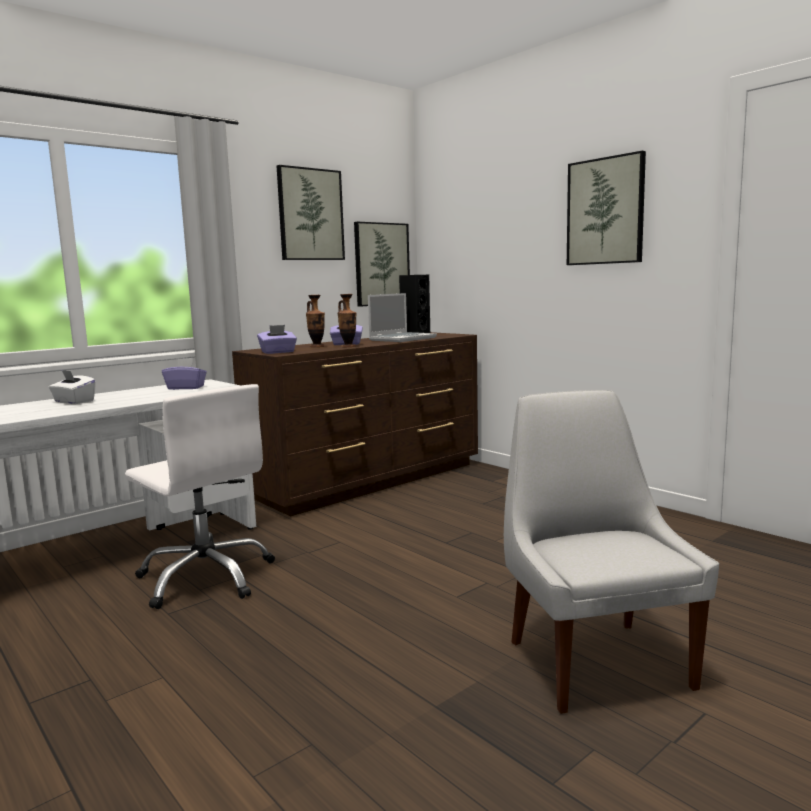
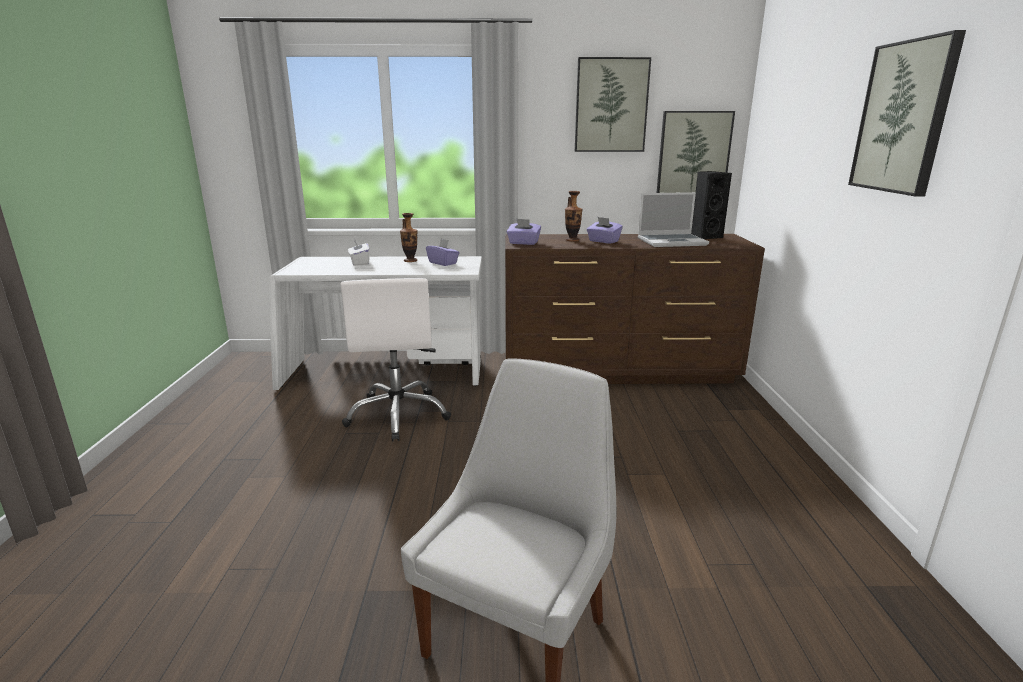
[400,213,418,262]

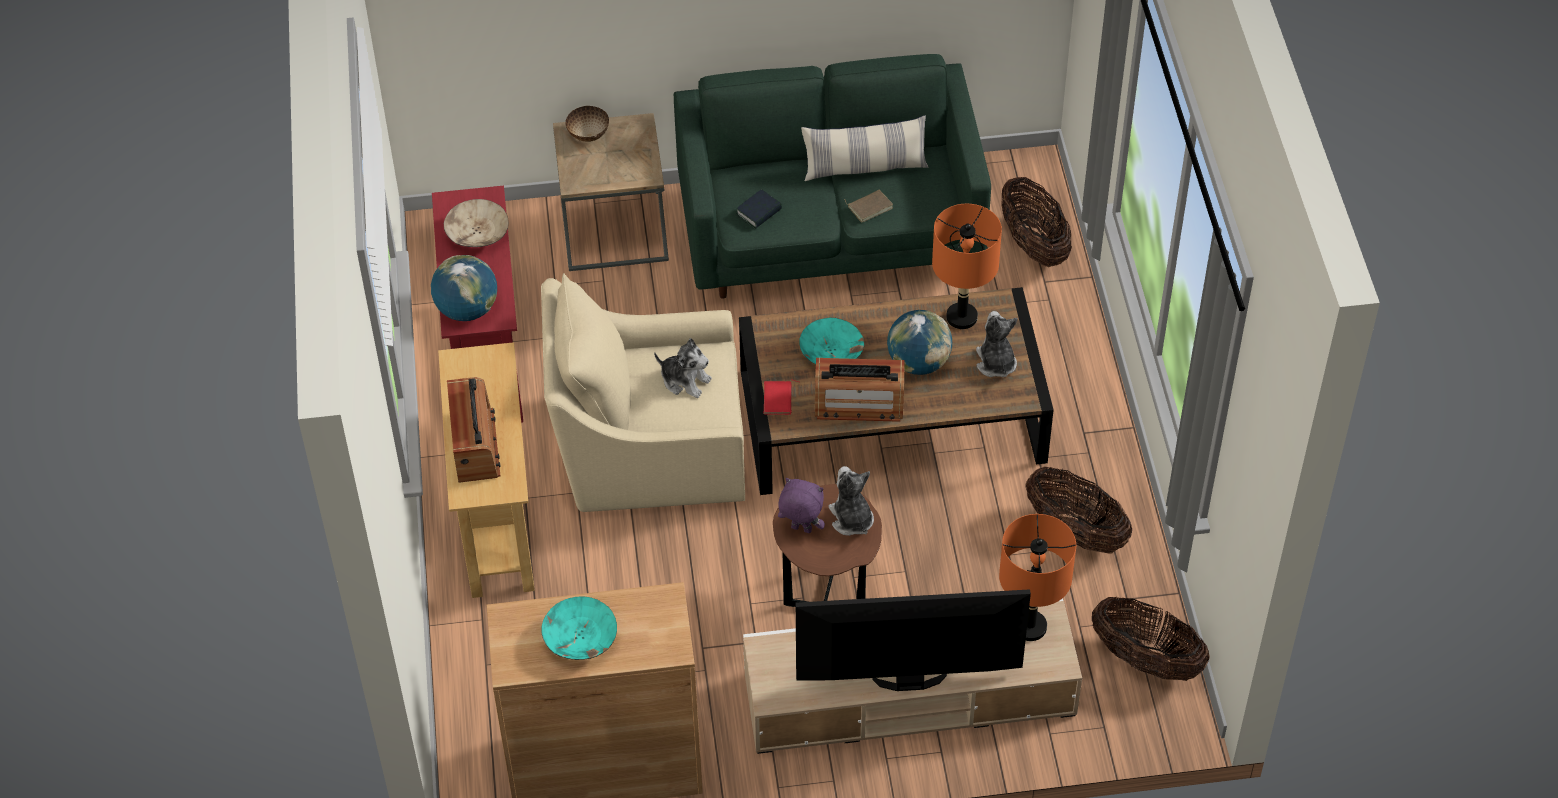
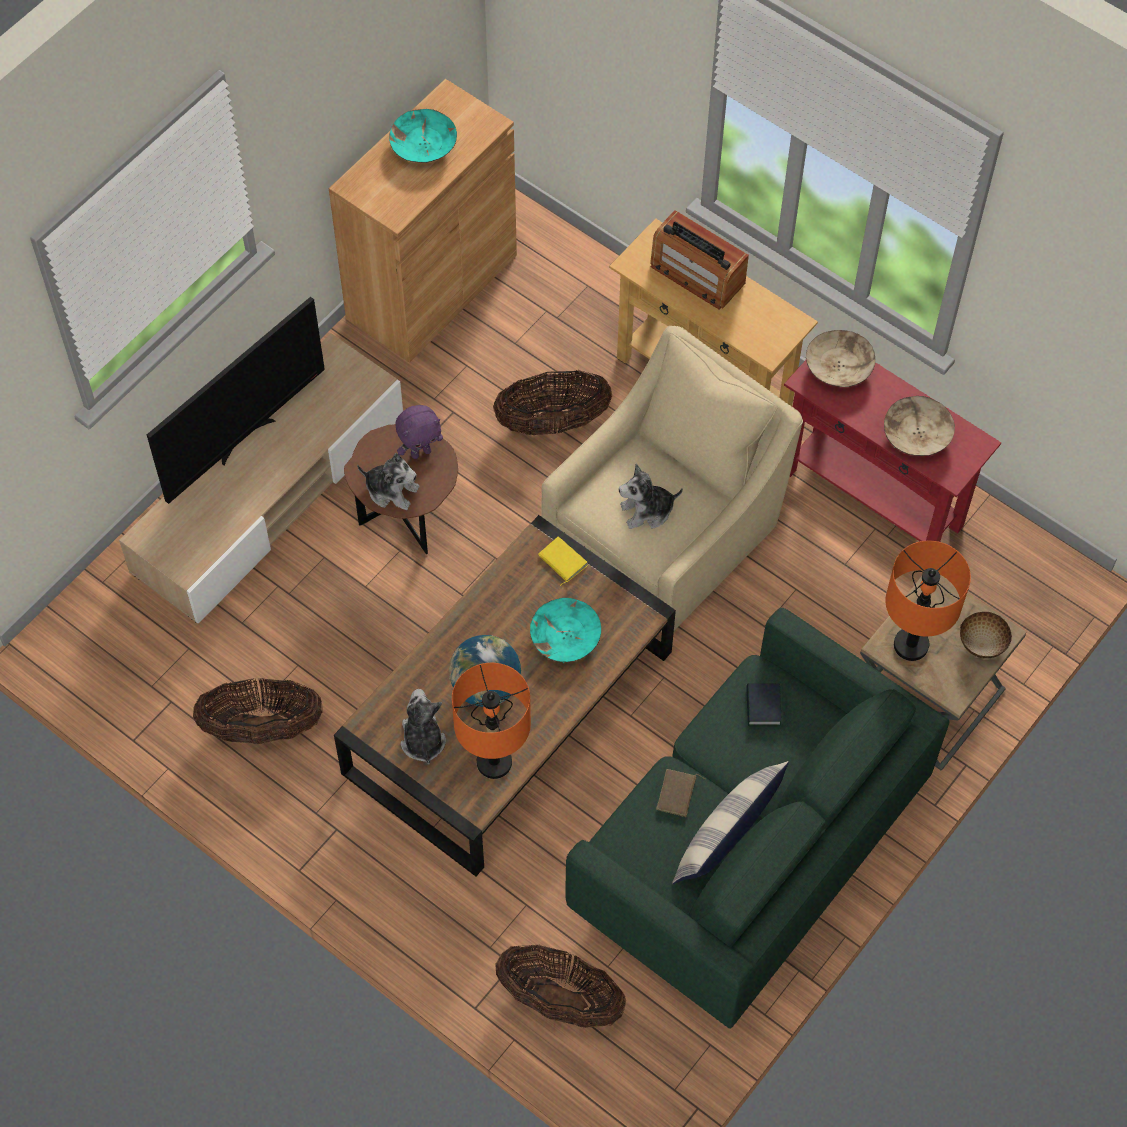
[400,689,446,765]
[493,370,612,435]
[538,537,588,586]
[806,330,875,387]
[885,541,971,661]
[815,358,905,422] (first image)

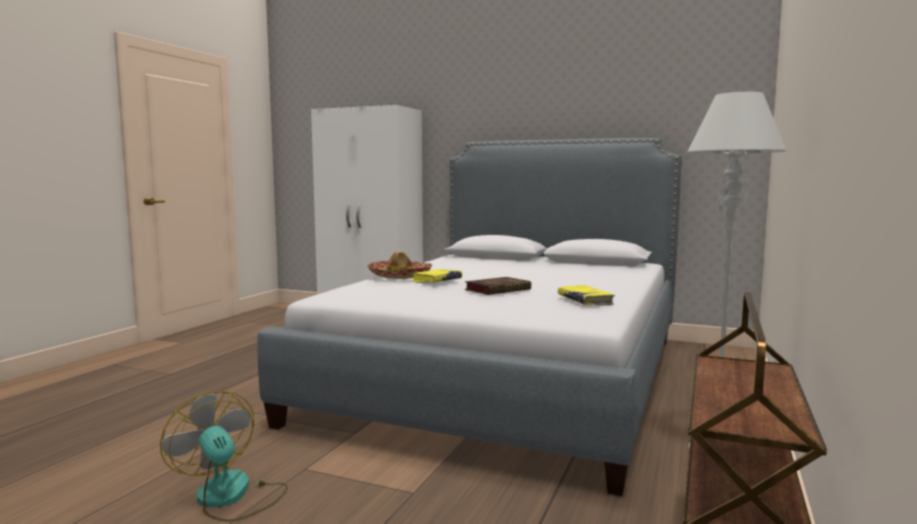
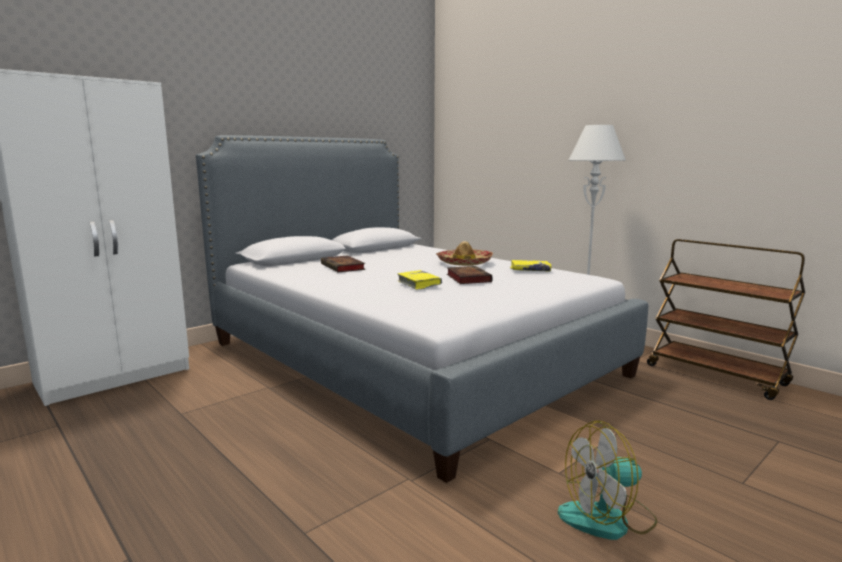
[321,256,365,272]
[436,241,493,266]

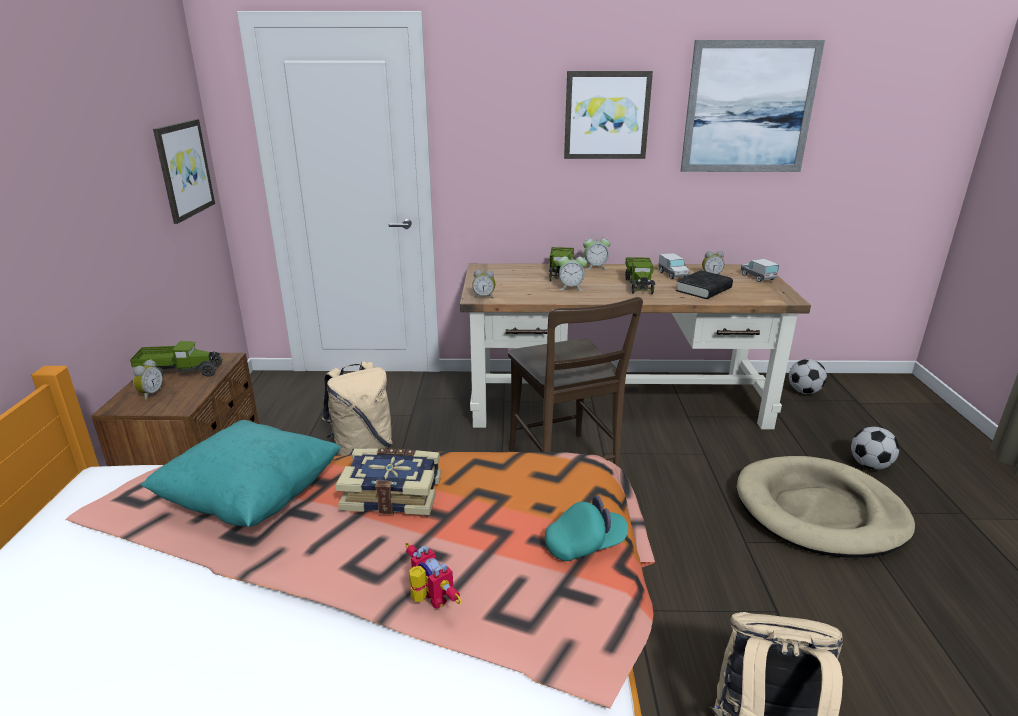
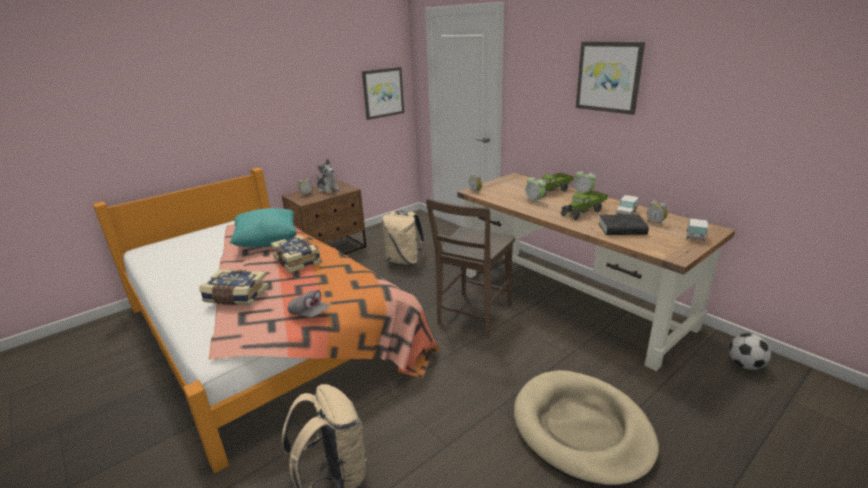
[199,269,269,305]
[287,290,330,317]
[317,159,340,194]
[681,40,825,172] (first image)
[851,426,899,470] (first image)

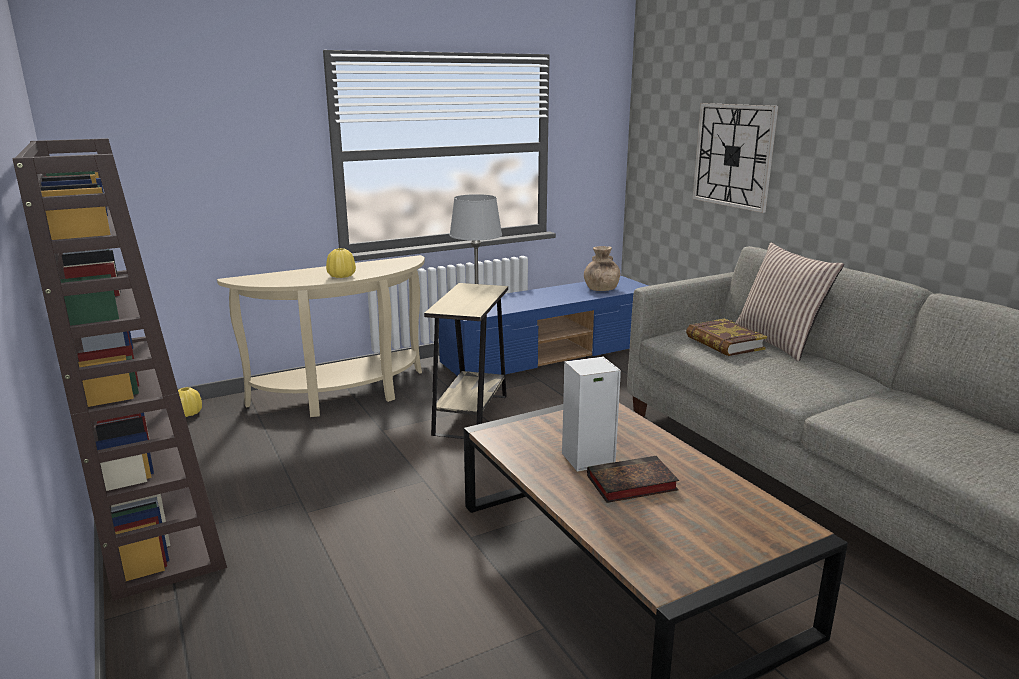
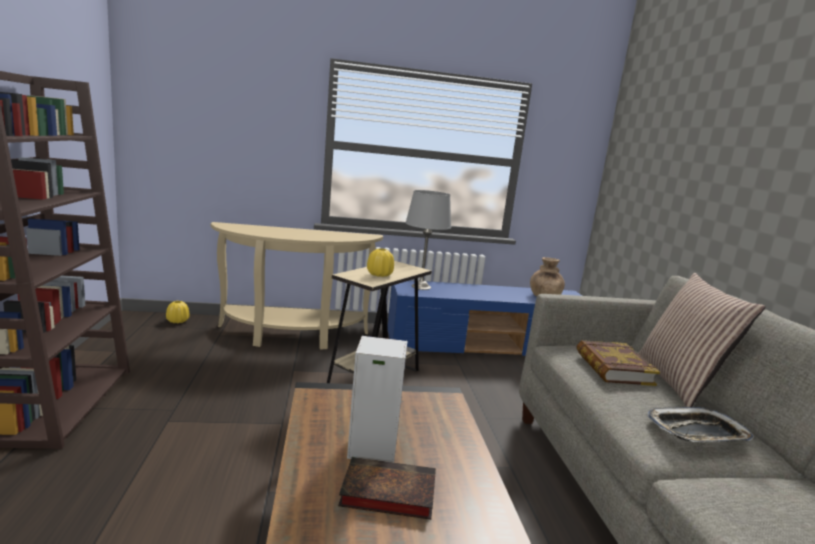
[367,248,394,277]
[647,407,754,442]
[692,103,778,213] (first image)

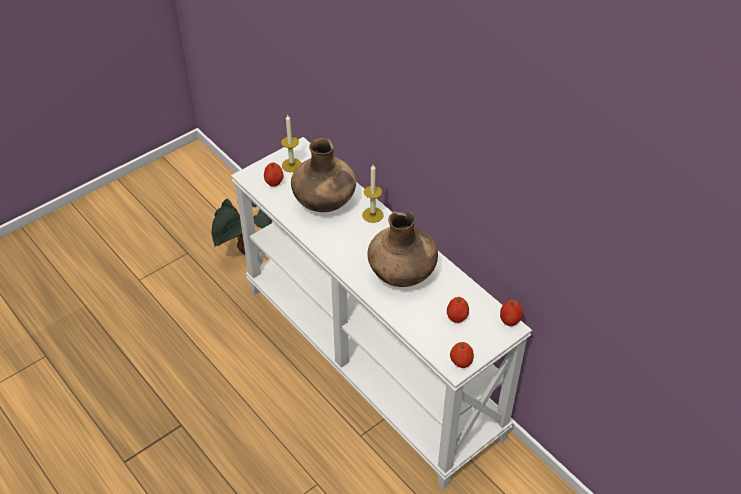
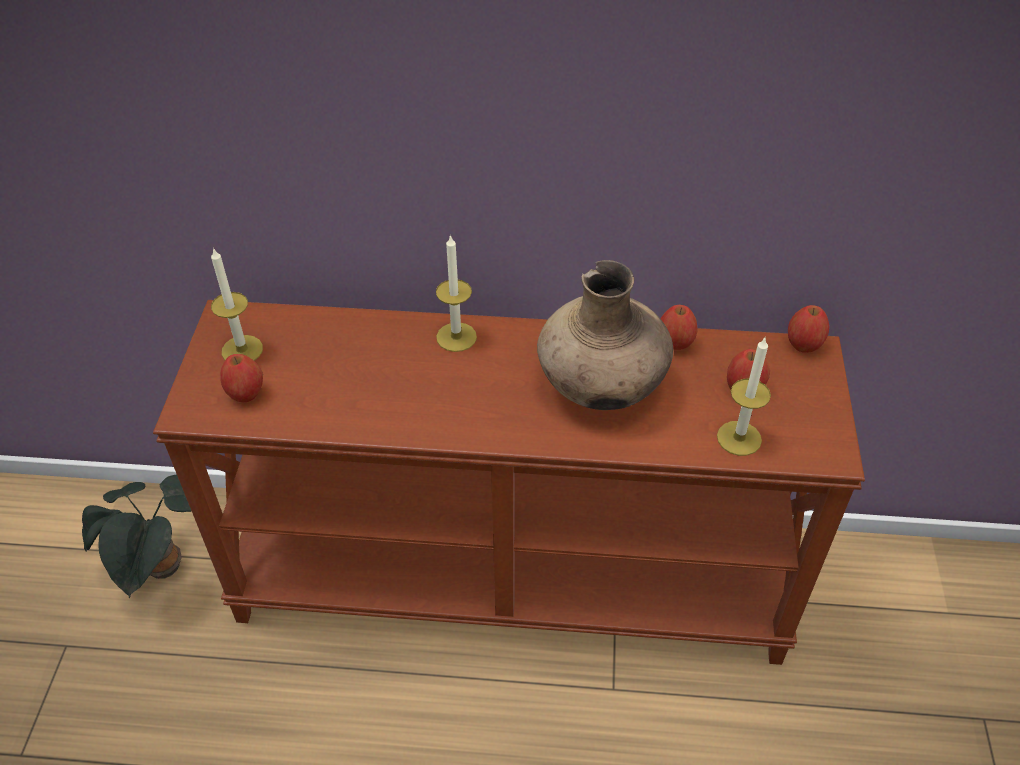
[153,300,865,665]
[660,305,698,350]
[717,338,771,456]
[291,138,356,212] (first image)

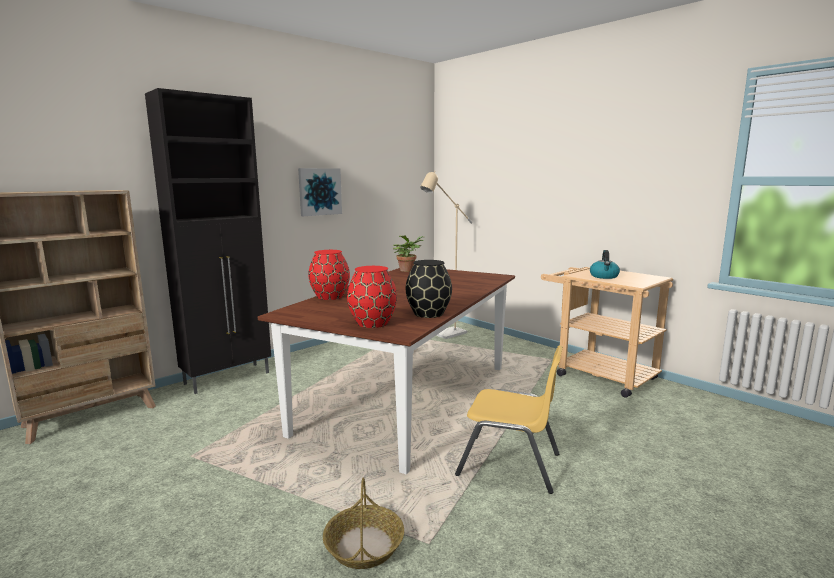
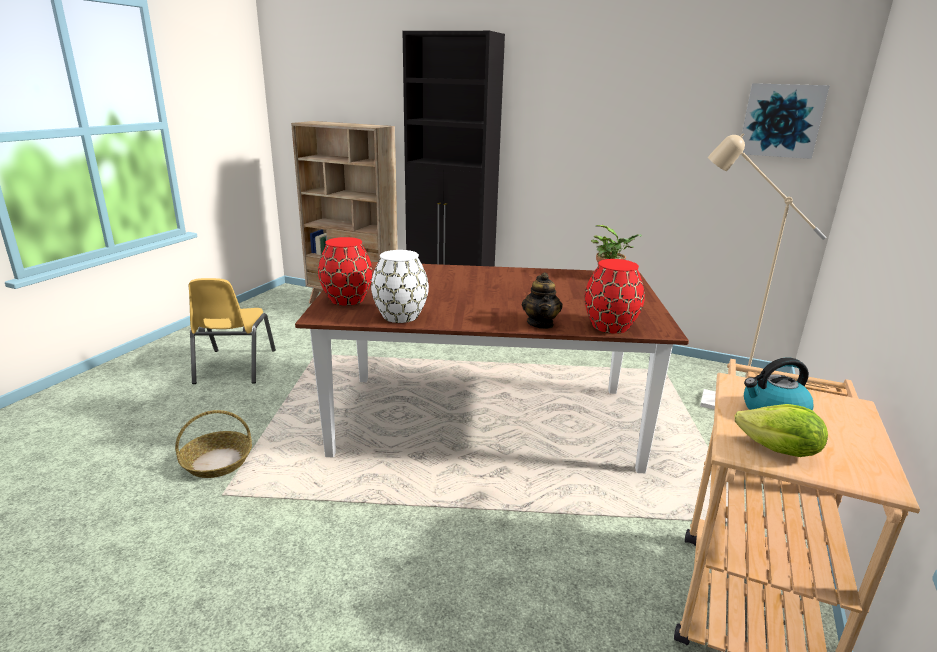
[189,278,276,384]
[371,250,429,323]
[522,272,563,329]
[585,259,645,334]
[735,404,828,457]
[742,83,830,159]

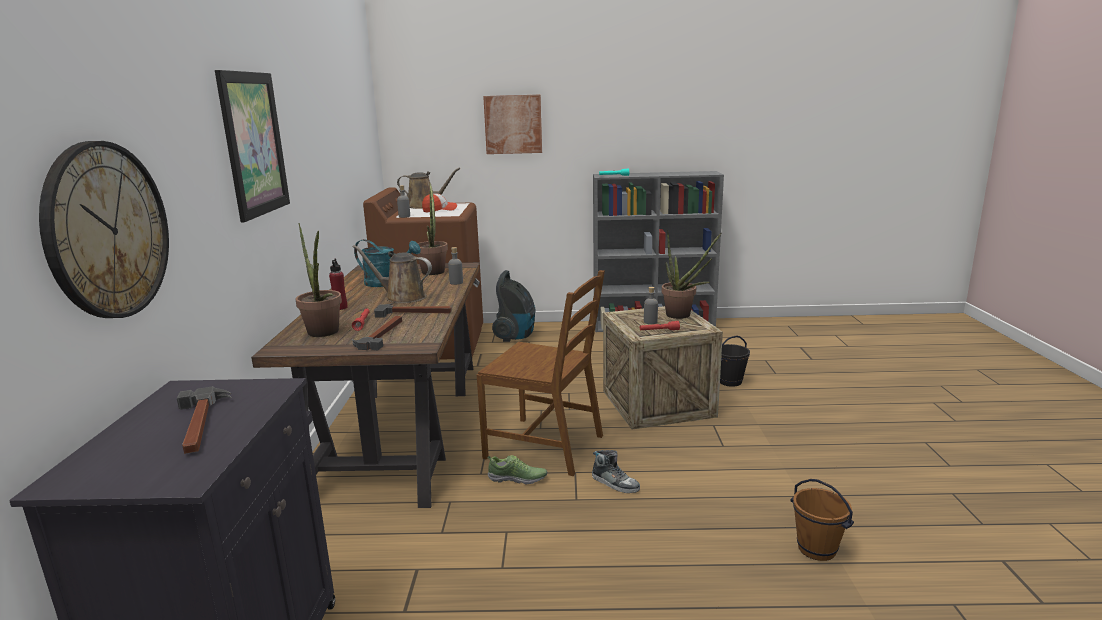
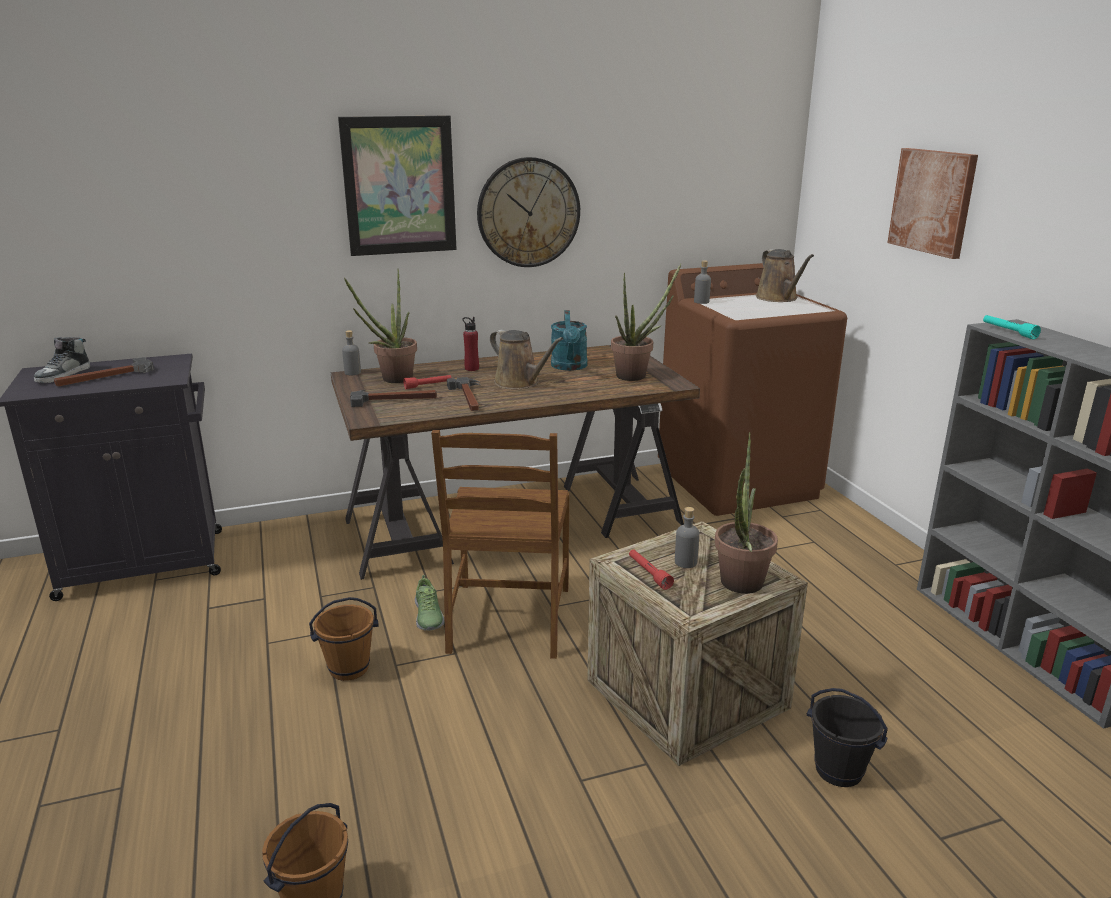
[34,337,90,383]
[309,597,379,681]
[342,330,361,375]
[477,157,580,267]
[490,330,563,389]
[422,193,457,212] (first image)
[492,270,536,342] (first image)

